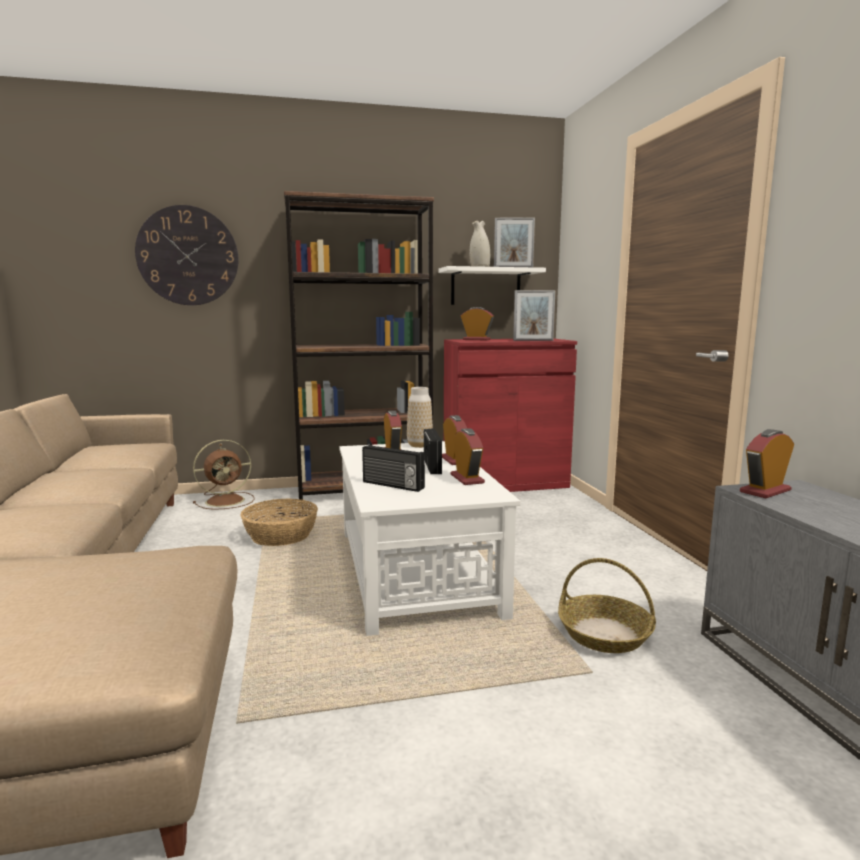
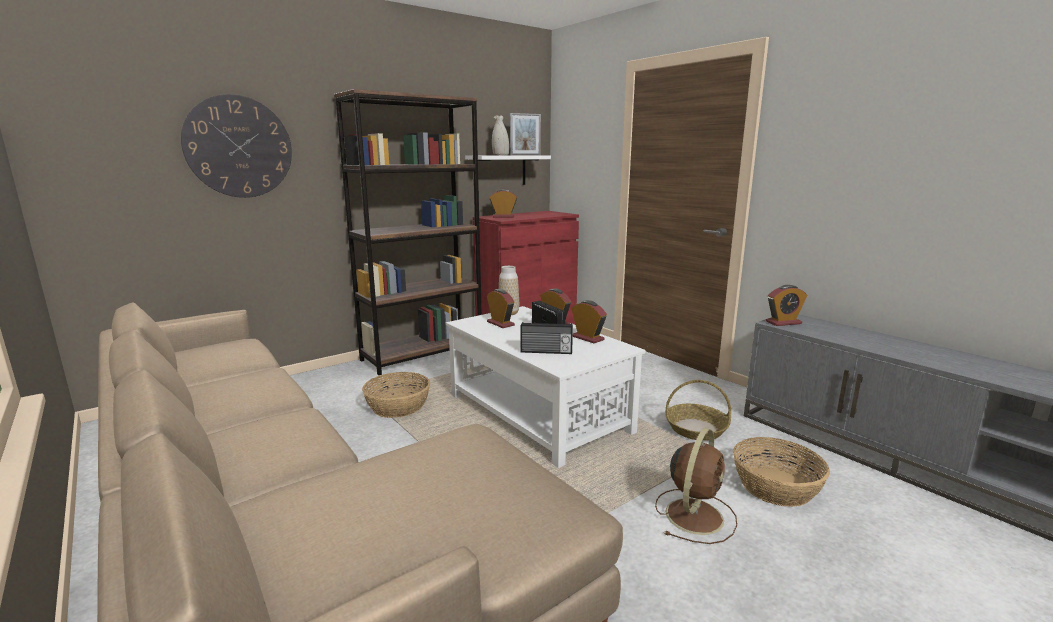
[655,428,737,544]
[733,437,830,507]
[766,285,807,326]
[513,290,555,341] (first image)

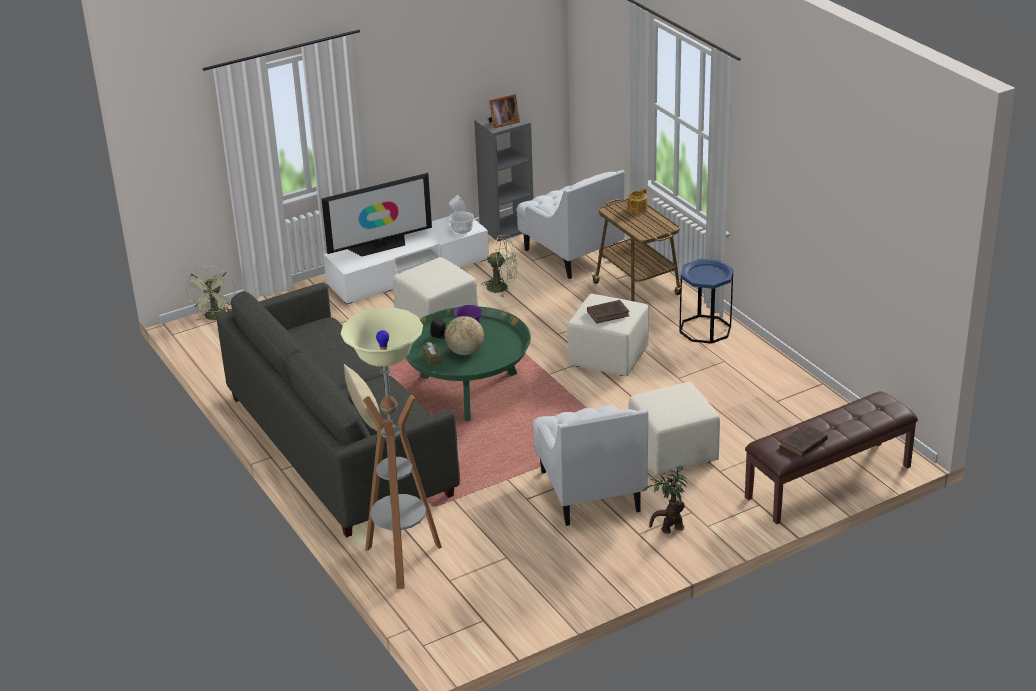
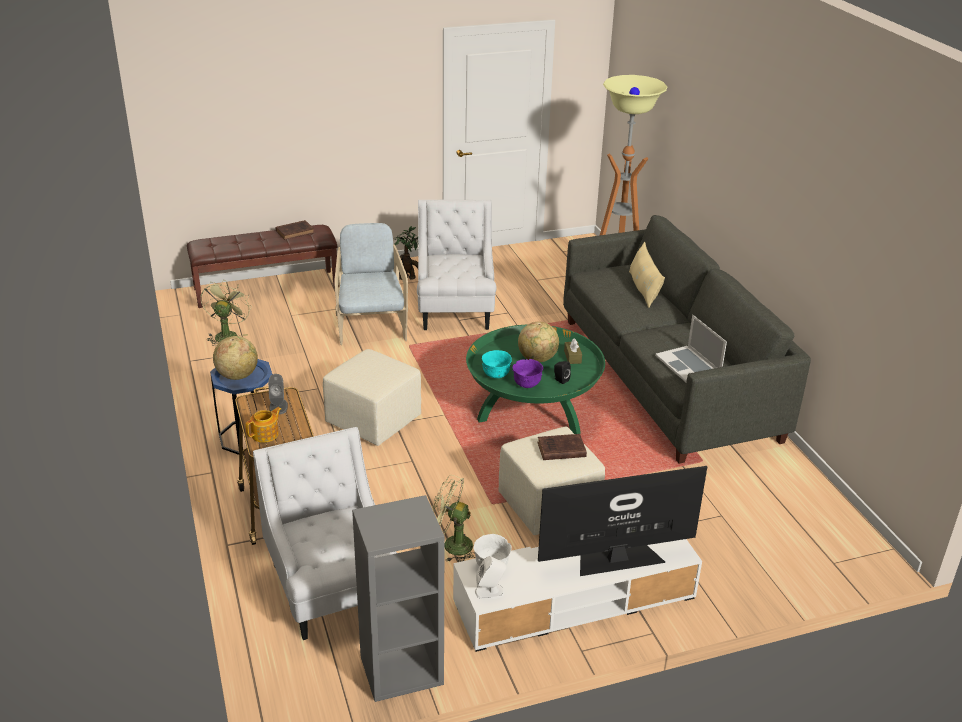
[201,279,252,346]
[213,336,258,380]
[268,374,288,415]
[334,223,408,345]
[482,350,512,378]
[538,434,587,460]
[655,315,727,382]
[489,94,520,128] (first image)

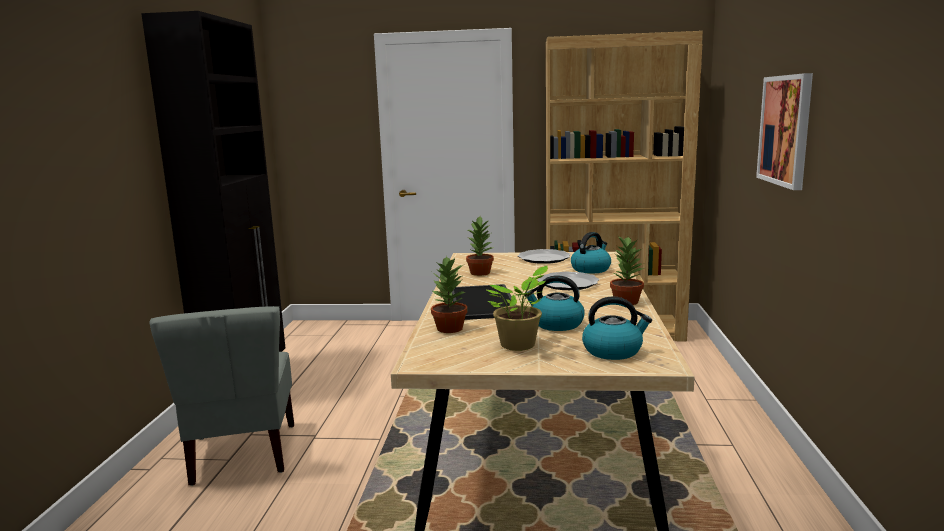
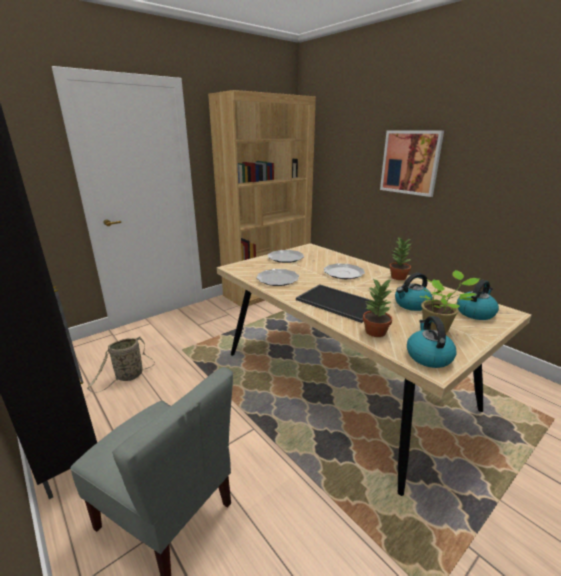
[87,337,155,393]
[256,269,299,286]
[407,316,457,368]

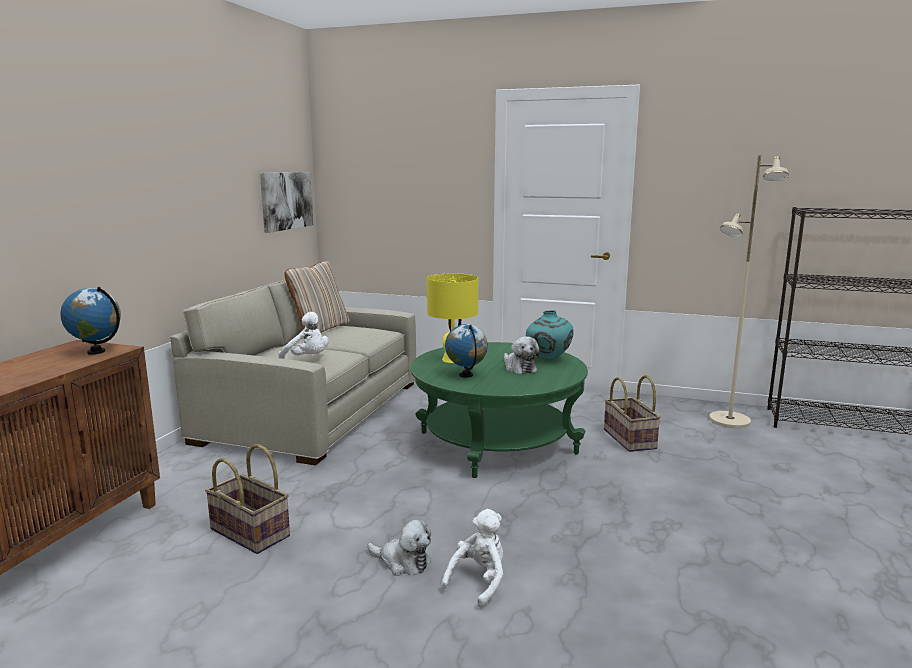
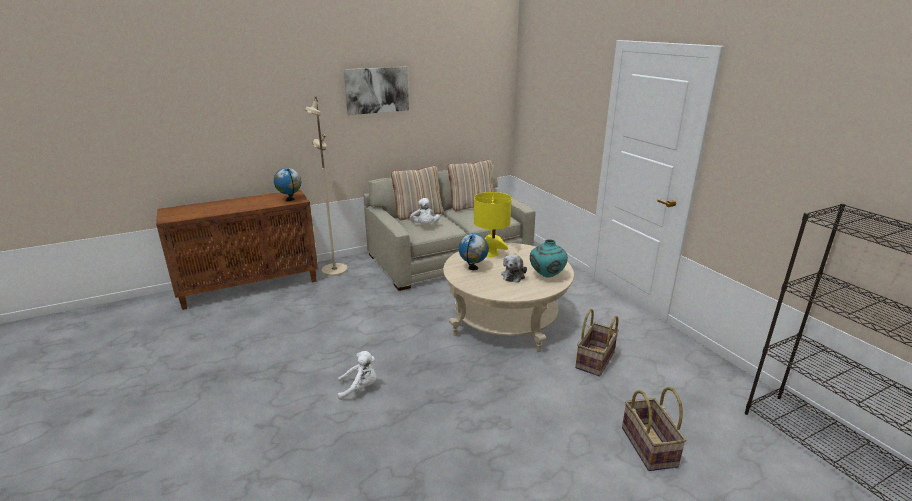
[304,97,348,276]
[344,67,409,115]
[391,166,443,220]
[443,243,574,352]
[622,387,687,471]
[367,520,431,576] (first image)

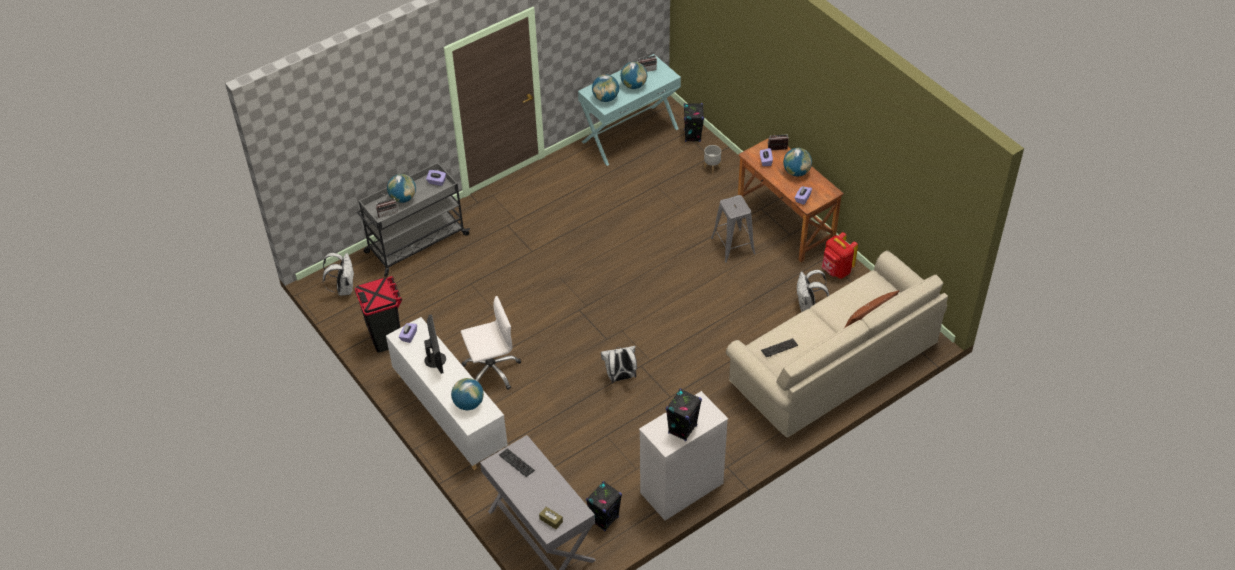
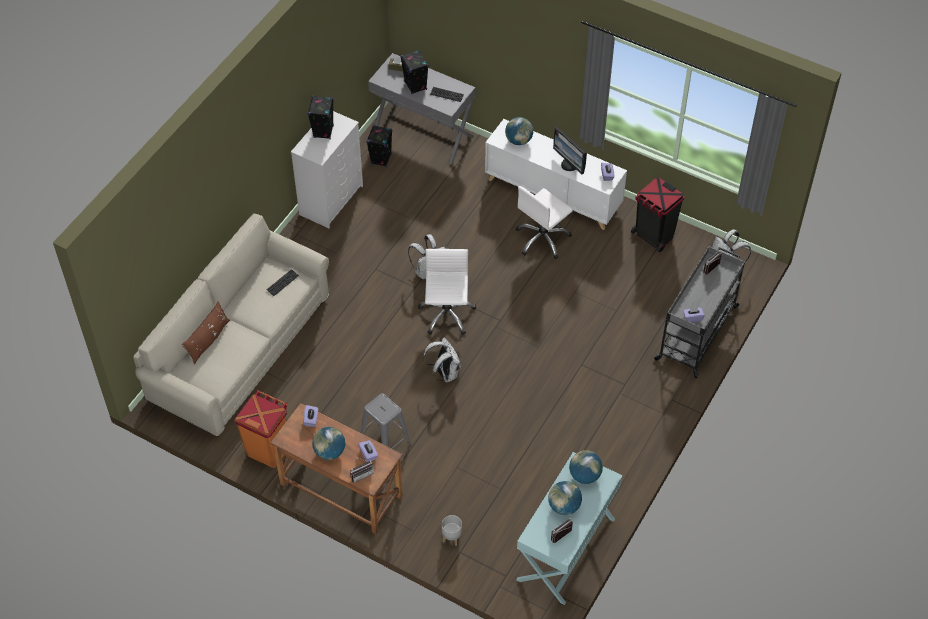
[235,390,288,468]
[400,50,428,94]
[418,249,477,335]
[423,337,461,382]
[387,174,416,203] (first image)

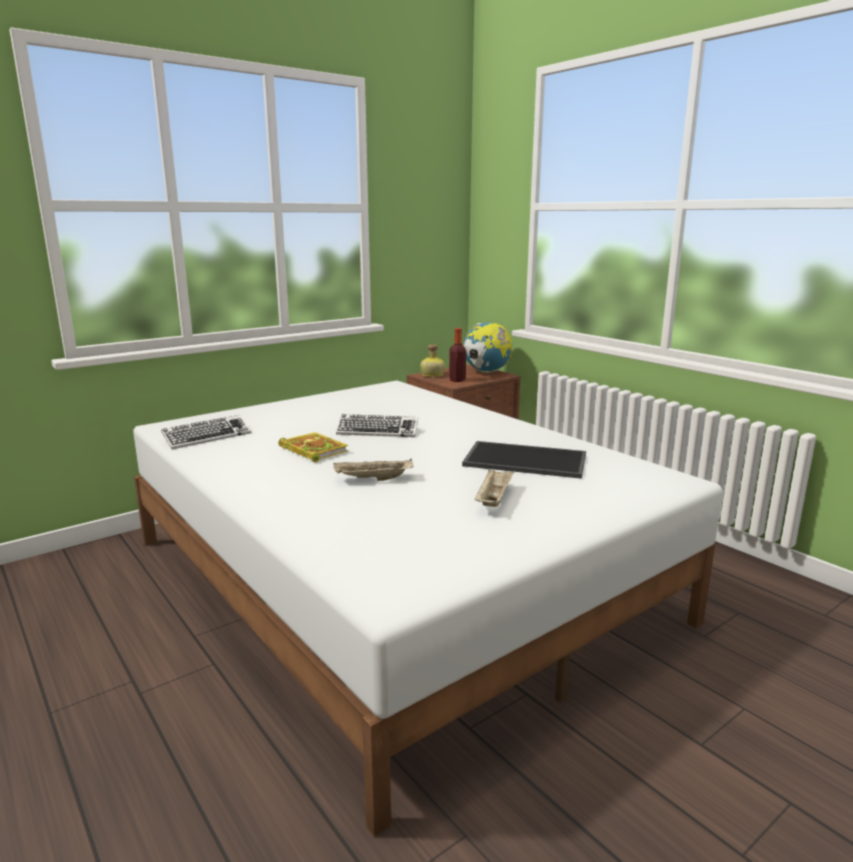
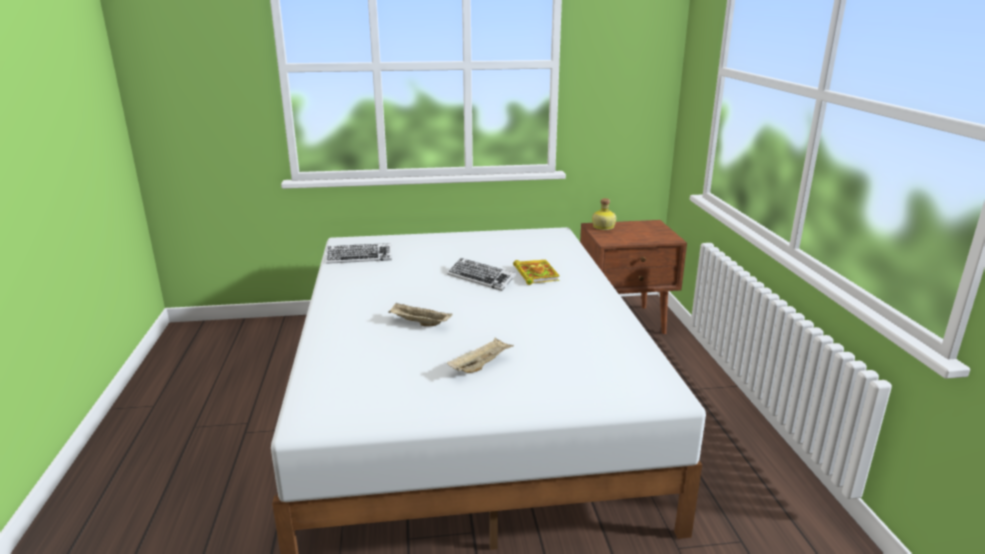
[513,259,560,285]
[449,328,466,382] (first image)
[462,441,586,479] (first image)
[463,323,512,373] (first image)

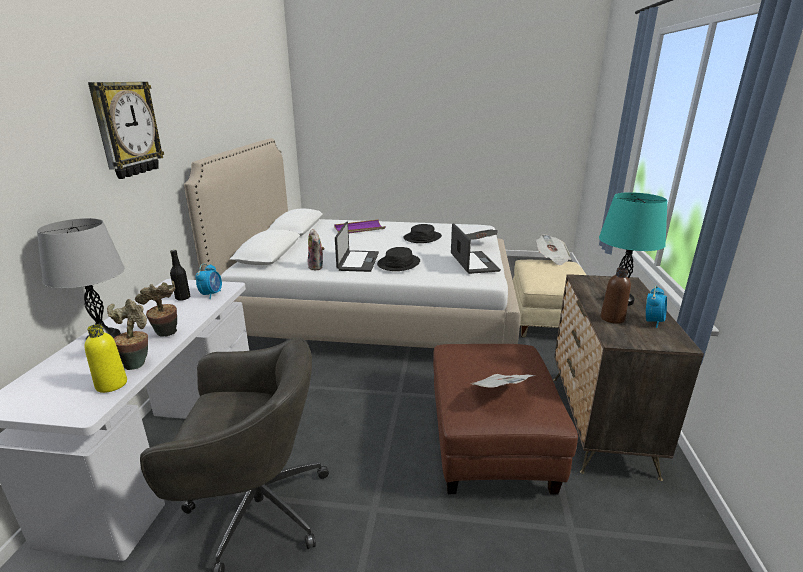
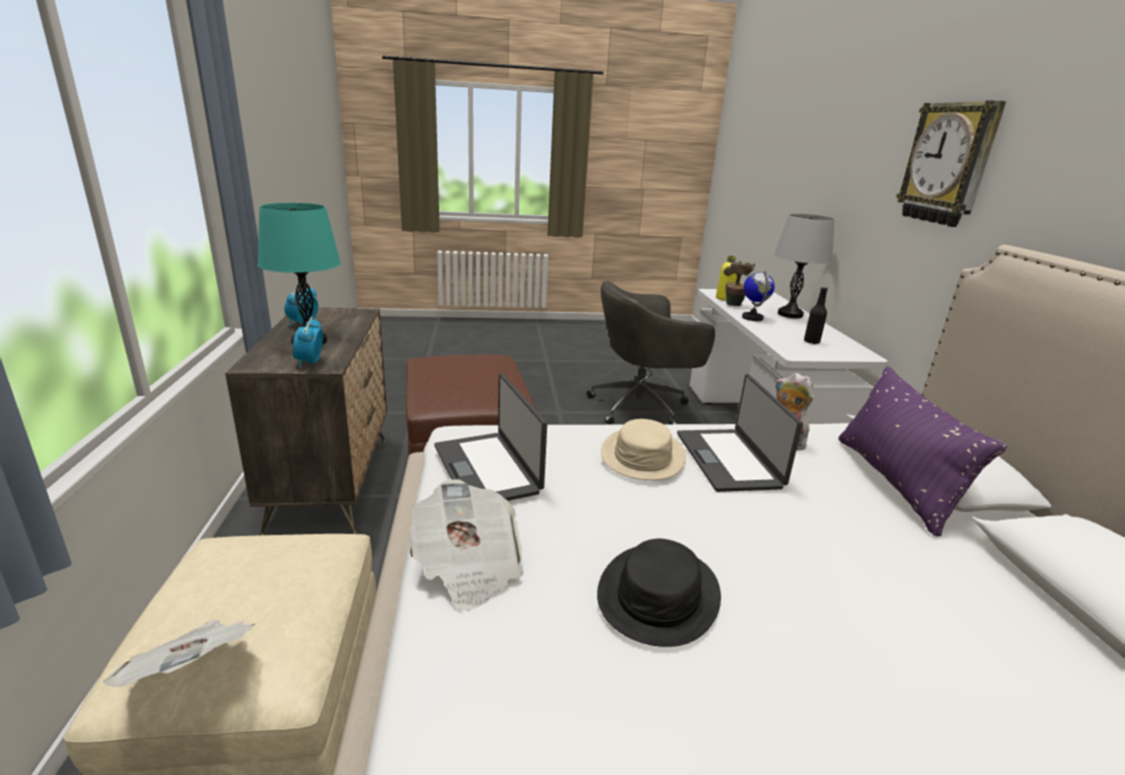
[293,317,323,368]
[601,419,686,480]
[742,271,775,321]
[838,366,1007,537]
[334,219,386,233] (first image)
[471,374,534,387] (first image)
[601,267,631,324] (first image)

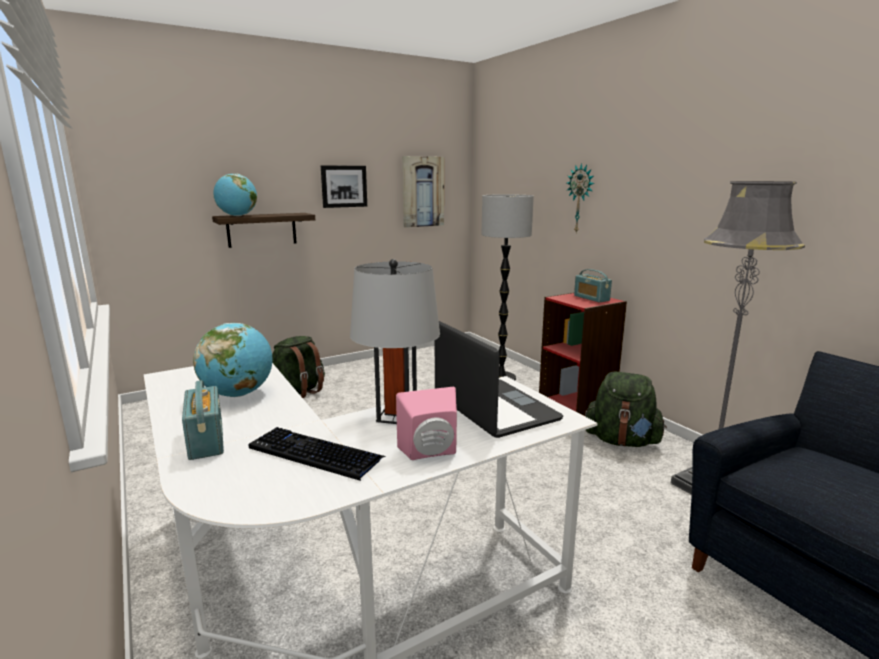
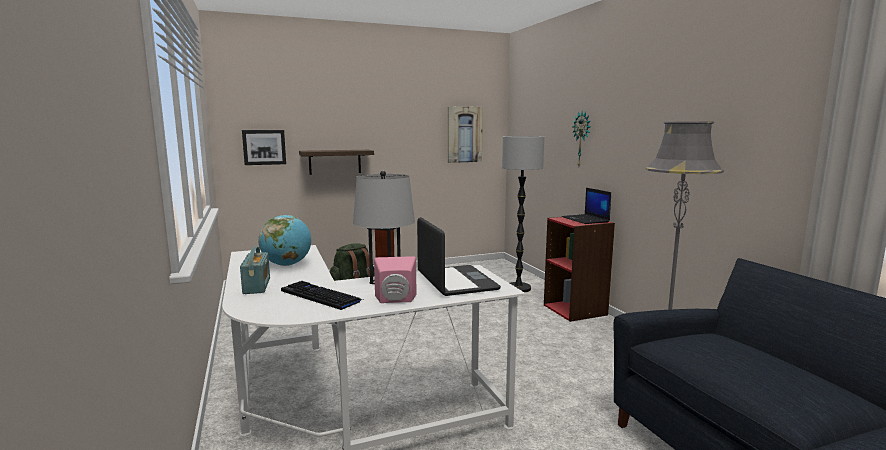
[242,130,286,165]
[562,188,611,224]
[213,174,257,216] (first image)
[585,372,667,447] (first image)

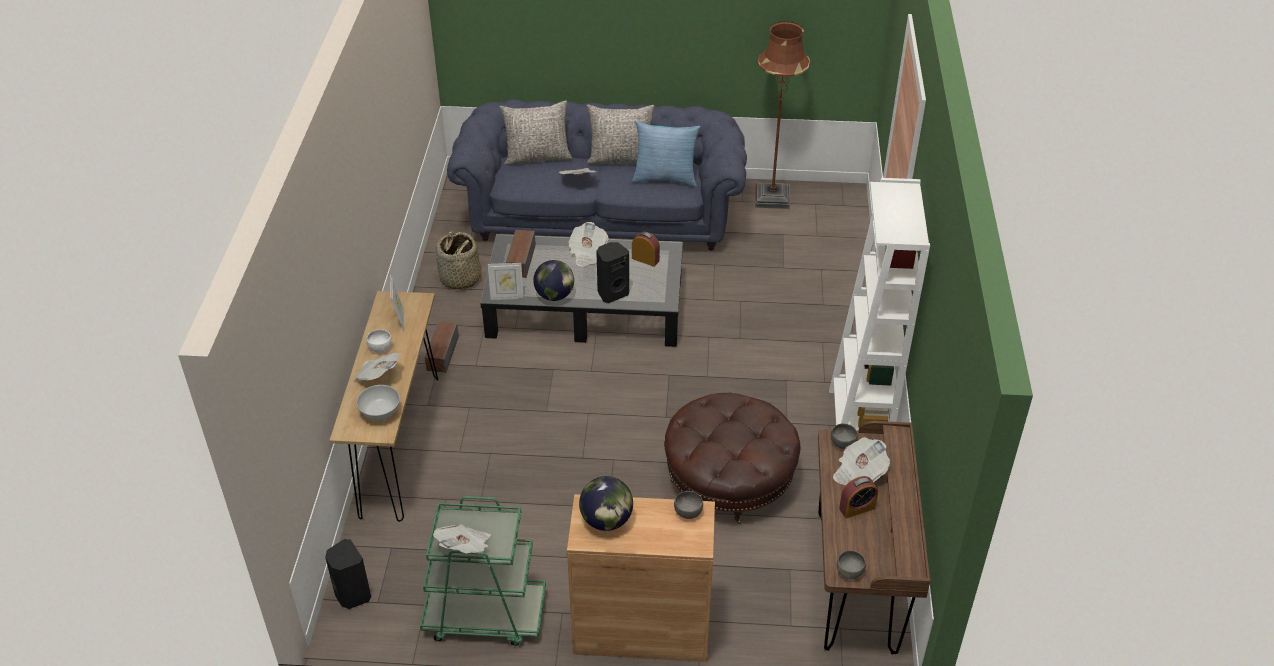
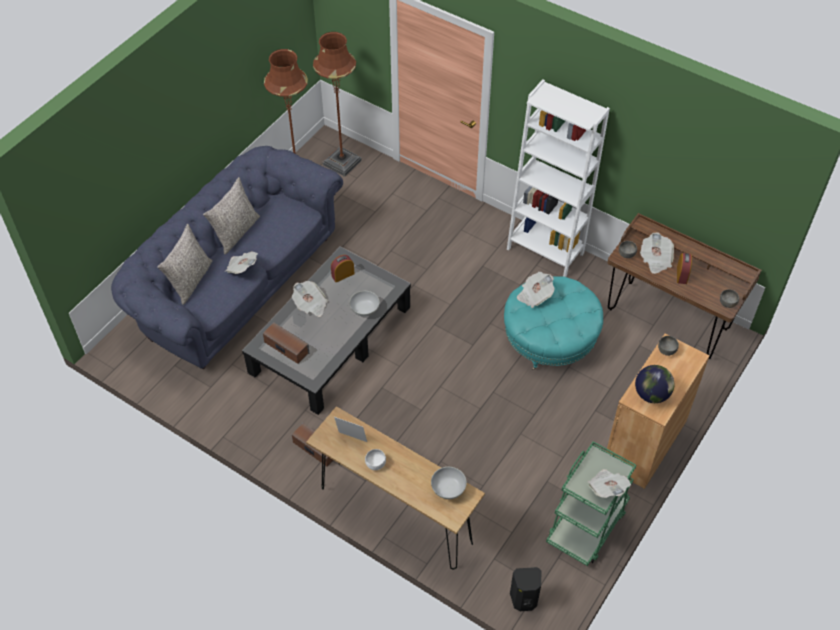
[313,32,362,177]
[349,291,380,317]
[504,276,603,370]
[517,272,555,308]
[436,231,482,290] (first image)
[488,263,524,300] (first image)
[533,260,574,301] (first image)
[632,121,701,187] (first image)

